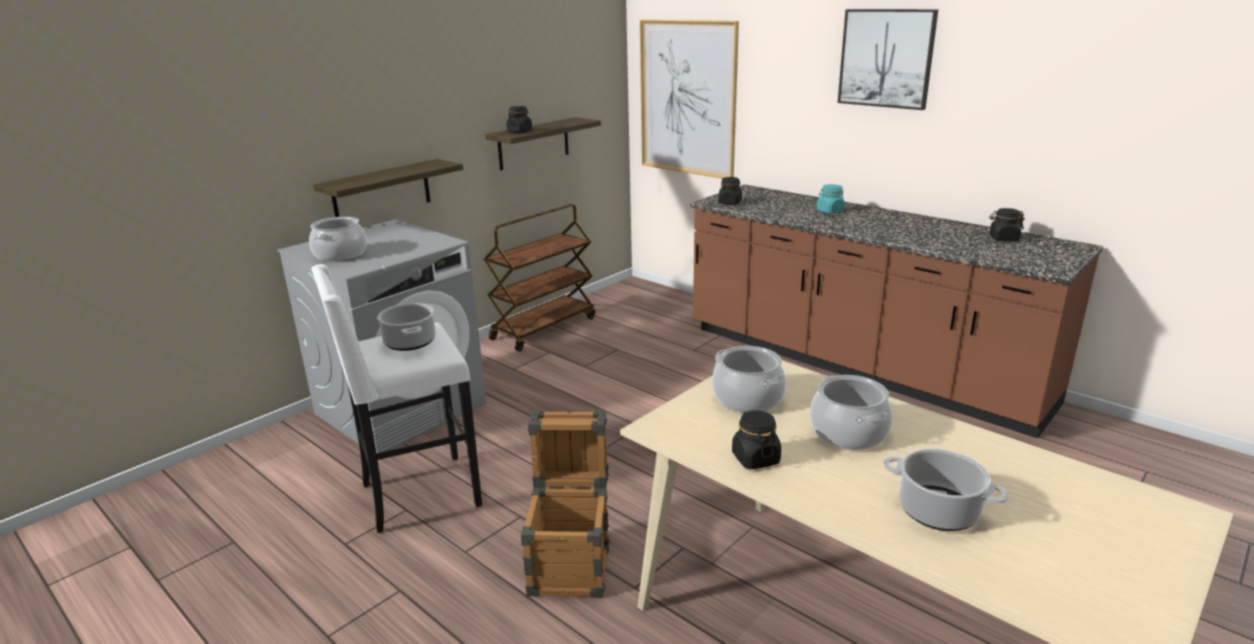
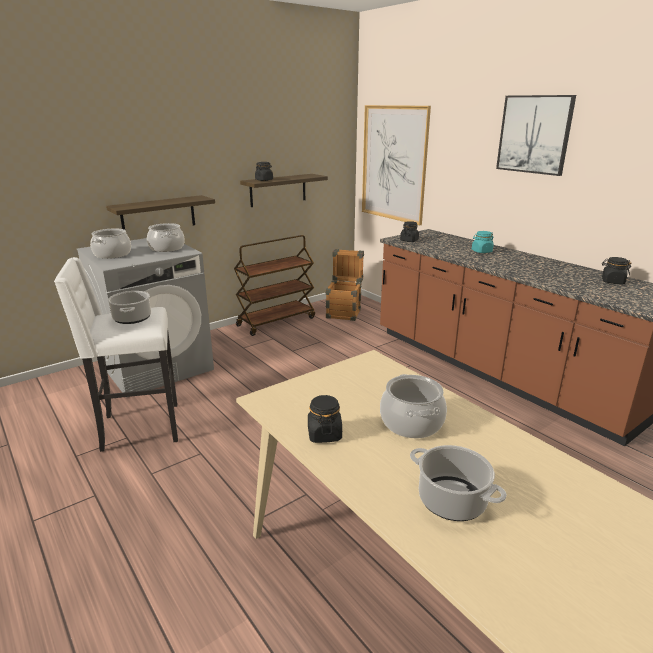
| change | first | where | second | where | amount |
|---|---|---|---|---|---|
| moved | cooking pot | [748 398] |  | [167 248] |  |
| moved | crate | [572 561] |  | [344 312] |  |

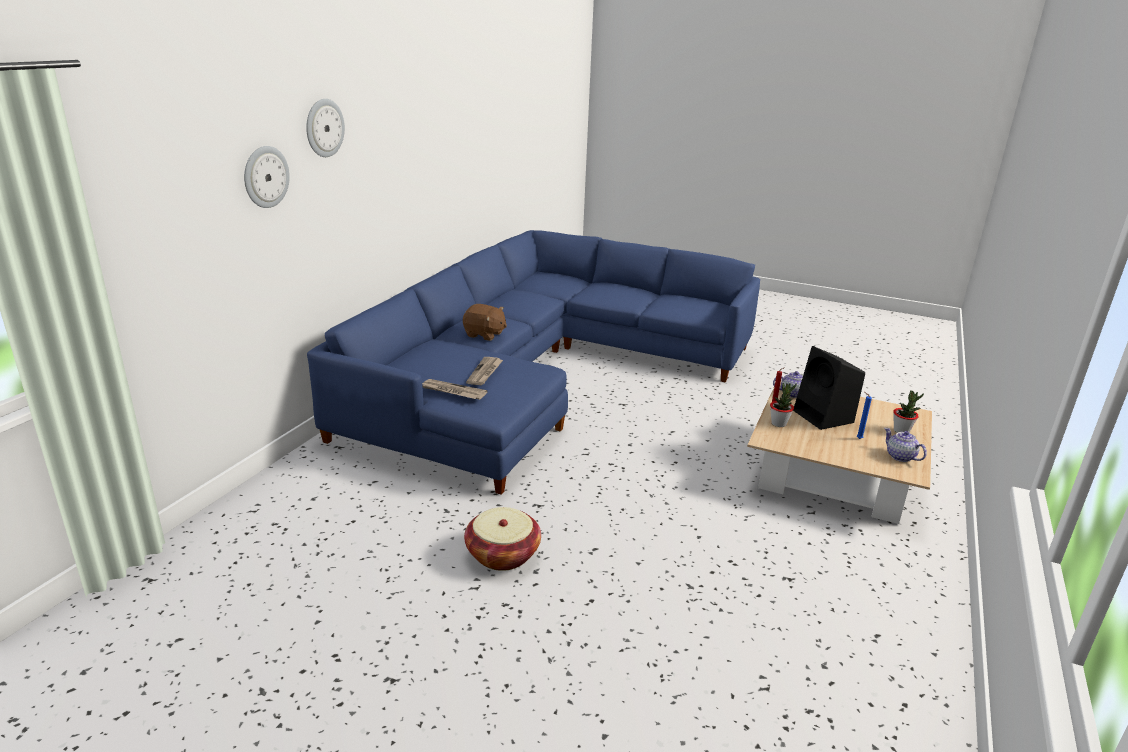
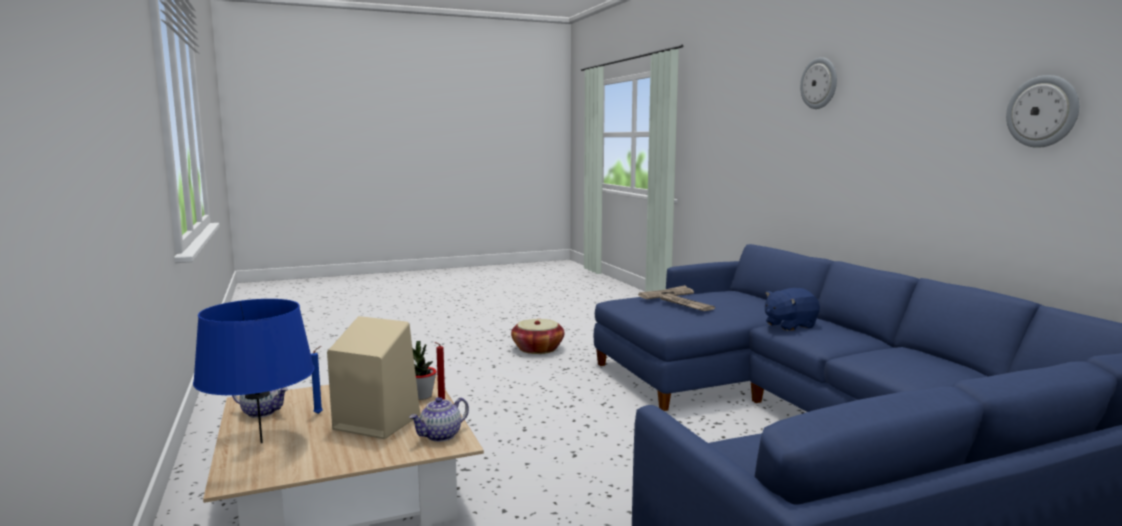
| change | first | where | second | where | amount |
|---|---|---|---|---|---|
| moved | hanging clock | [265 177] |  | [1042 111] |  |
| recoloured | brown-coloured soft toy | [484 335] | blue soft toy | [789 325] |  |
| recoloured | blackish speaker | [824 417] | beige speaker | [374 422] |  |
| replaced | houseplant | [901 431] | blue tabletop lamp | [261 443] |  |

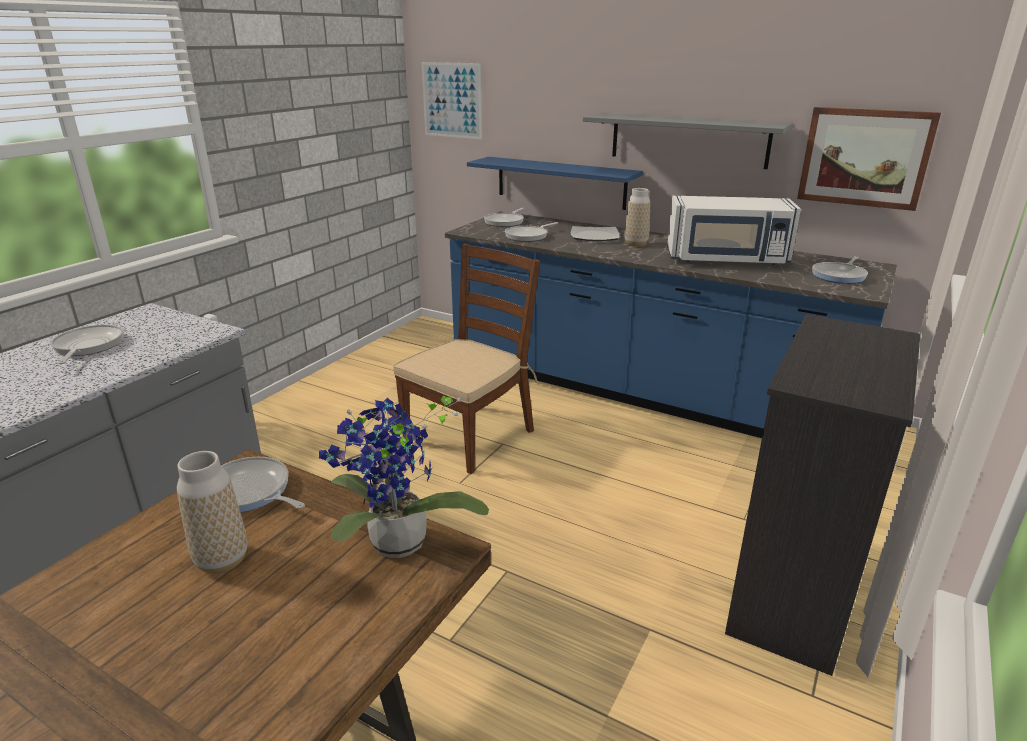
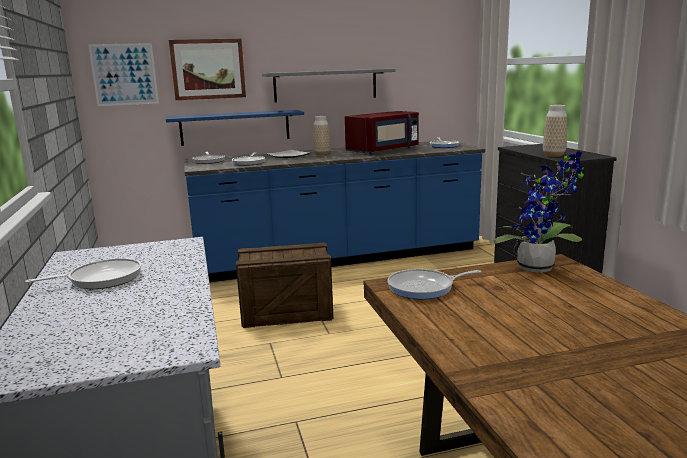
| change | first | where | second | where | amount |
|---|---|---|---|---|---|
| moved | wall art | [864 157] |  | [208 69] |  |
| recoloured | white-coloured microwave oven | [727 260] | reddish microwave oven | [384 150] |  |
| replaced | brown-coloured upright chair | [470 436] | crate | [287 312] |  |
| turned | pan | [87 347] |  | [101 279] | 120 degrees clockwise |
| moved | flower vase | [222 560] |  | [553 155] |  |

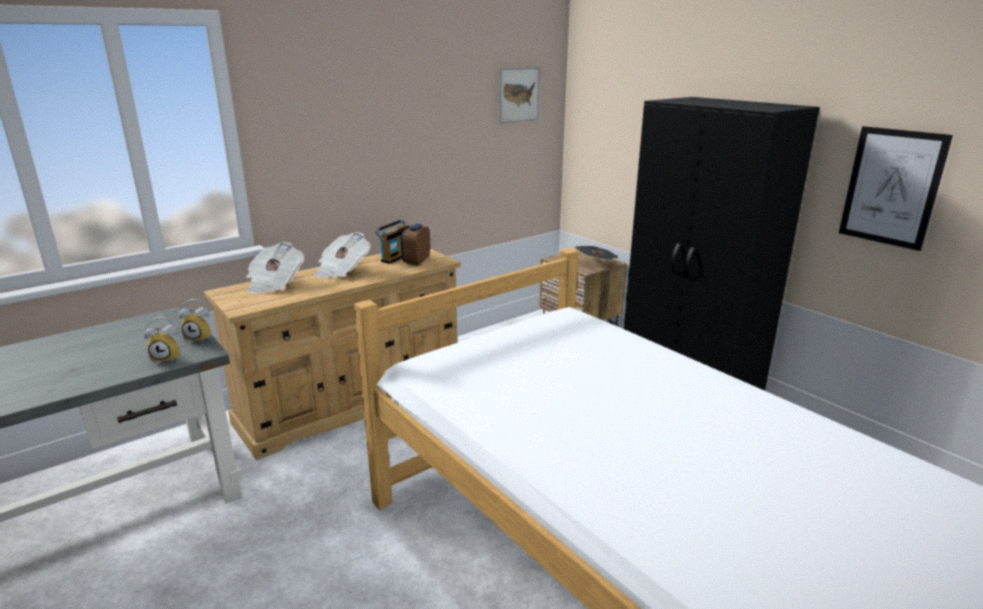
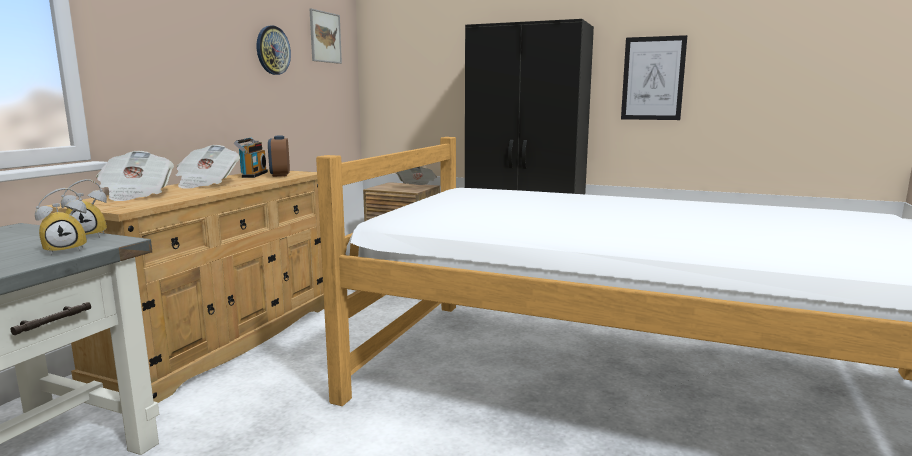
| change | first | where | second | where | amount |
|---|---|---|---|---|---|
| added |  |  | hanging clock | [272 50] |  |

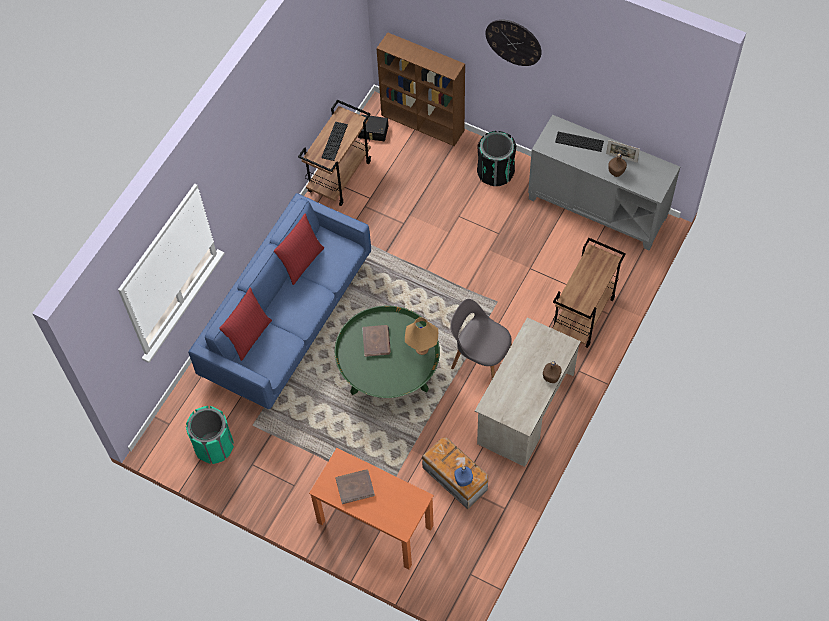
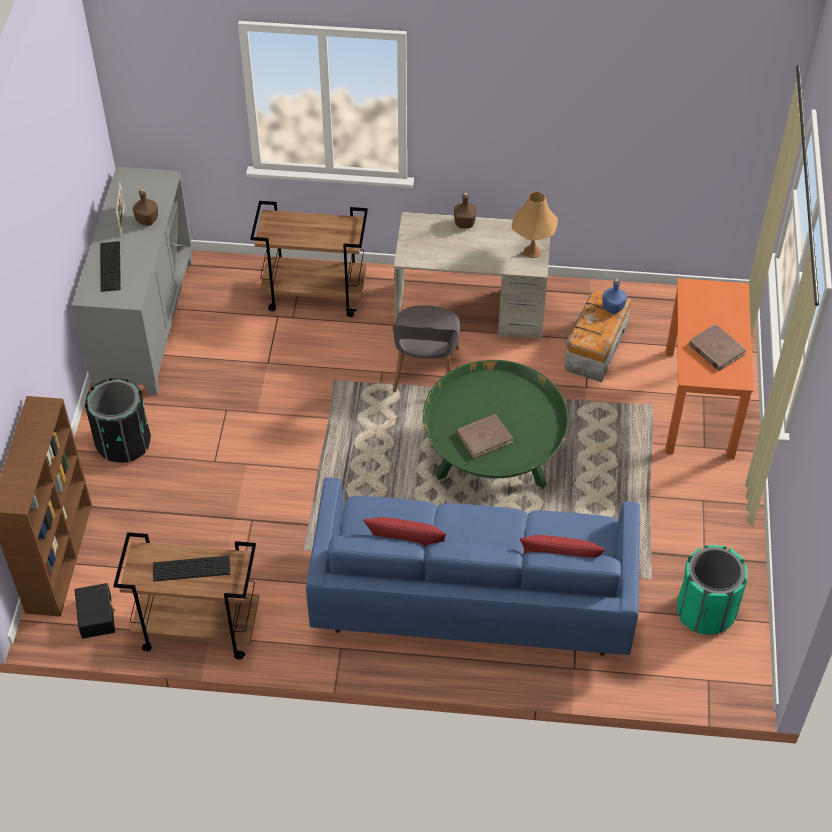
| change | first | where | second | where | amount |
|---|---|---|---|---|---|
| removed | hanging clock | [513 42] |  |  |  |
| moved | orange-coloured tabletop lamp | [422 348] |  | [532 251] |  |

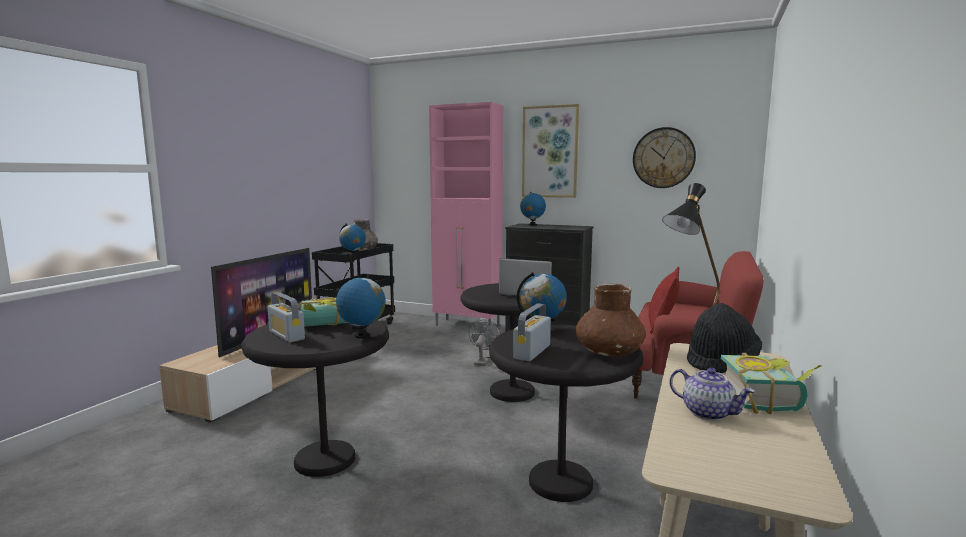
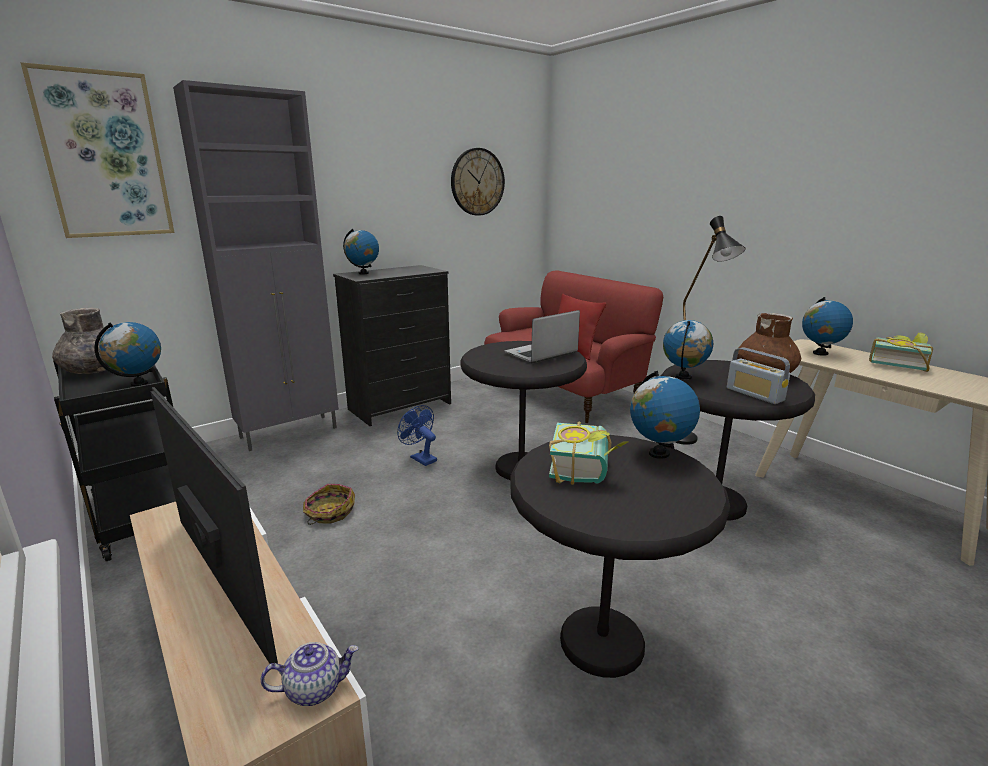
| change | first | where | second | where | amount |
|---|---|---|---|---|---|
| recoloured | pink cabinet | [468 326] | greyish cabinet | [290 432] |  |
| moved | wall art | [550 152] |  | [104 156] |  |
| removed | radio set | [286 335] |  |  |  |
| replaced | blackish wearable hat | [721 363] | world globe | [820 353] |  |
| recoloured | greyish electric fan | [483 361] | blue electric fan | [420 458] |  |
| moved | tea pot | [708 413] |  | [314 688] |  |
| added |  |  | household basket | [329 513] |  |

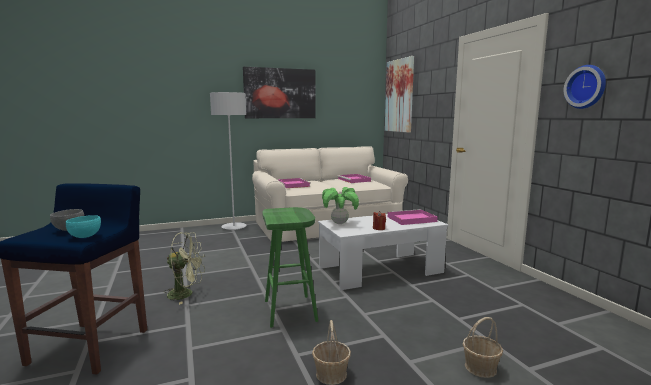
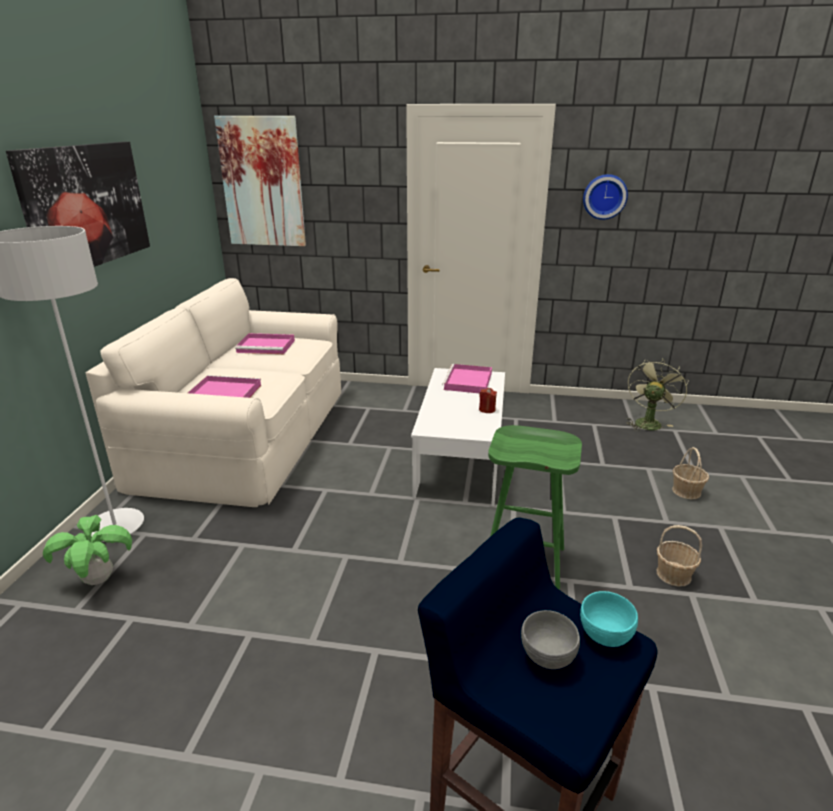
| change | first | where | second | where | amount |
|---|---|---|---|---|---|
| moved | houseplant | [339 223] |  | [99 580] |  |
| moved | green-coloured electric fan | [186 294] |  | [648 422] |  |

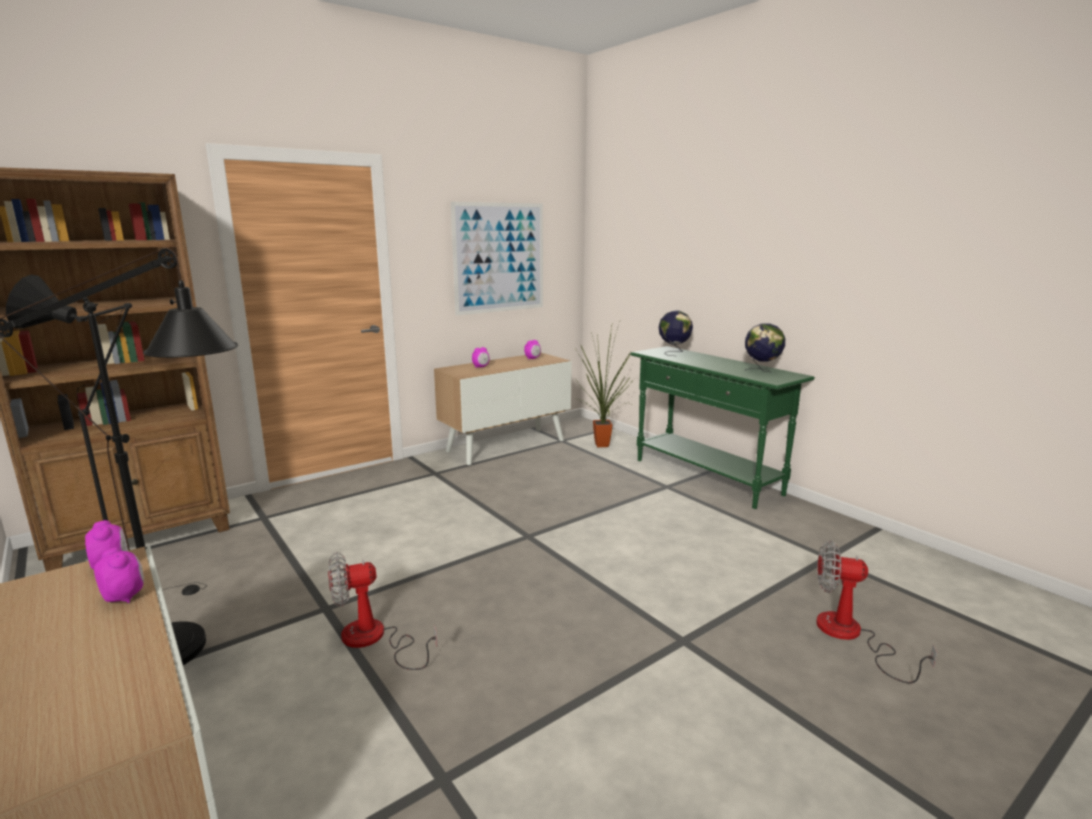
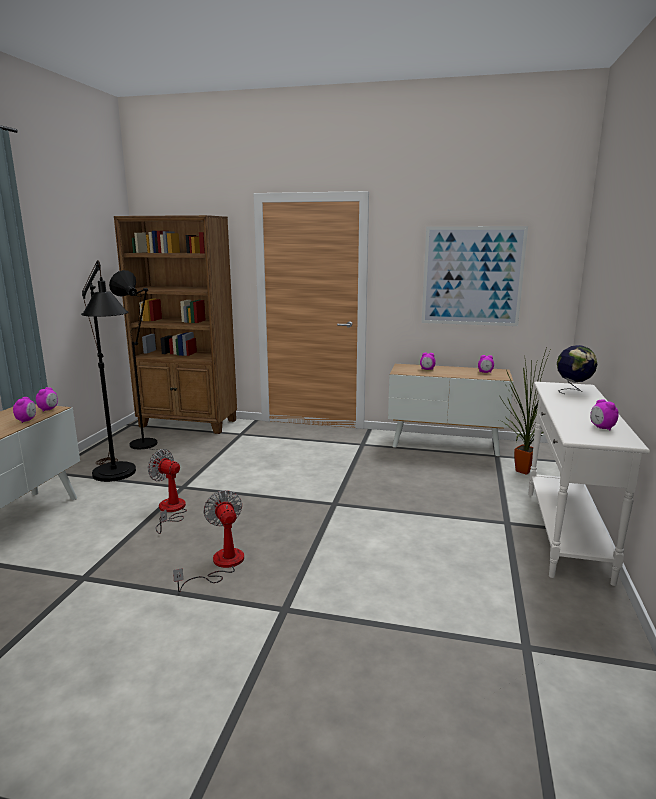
| change | first | where | second | where | amount |
|---|---|---|---|---|---|
| replaced | world globe | [762 371] | table clock | [601 428] |  |
| recoloured | green-coloured hall table | [706 477] | white-coloured hall table | [565 533] |  |
| moved | electric fan | [851 636] |  | [220 565] |  |

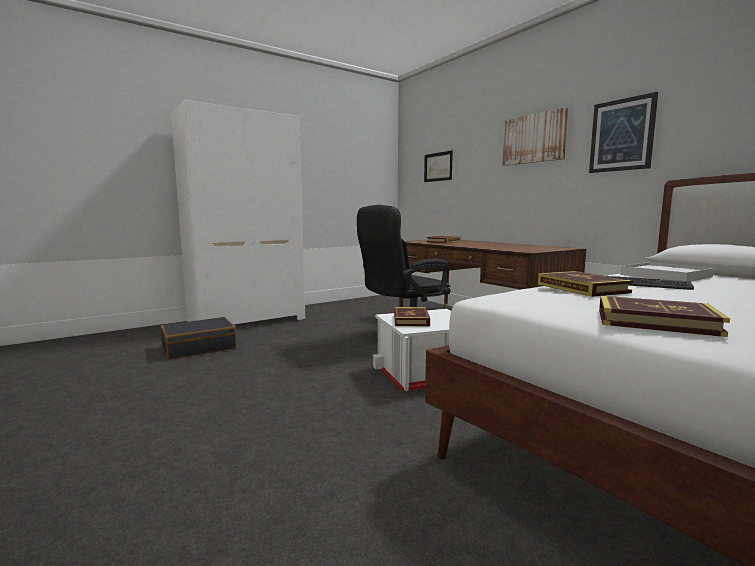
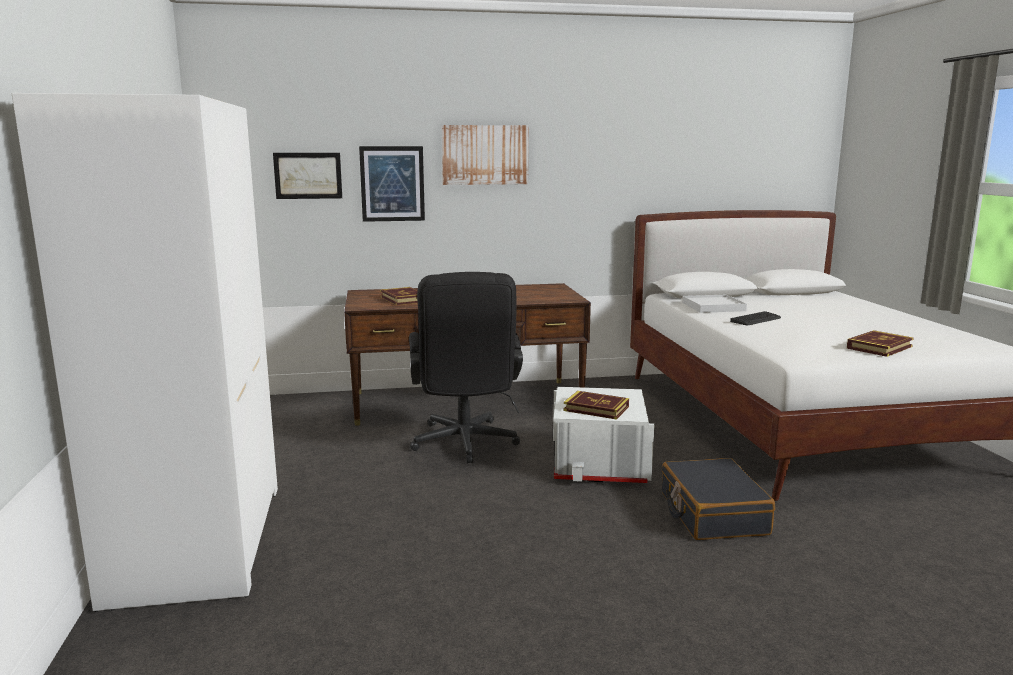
| change | first | where | second | where | amount |
|---|---|---|---|---|---|
| moved | wall art | [622 135] |  | [392 184] |  |
| removed | volume | [582 288] |  |  |  |
| moved | blackish suitcase | [199 347] |  | [712 513] |  |

